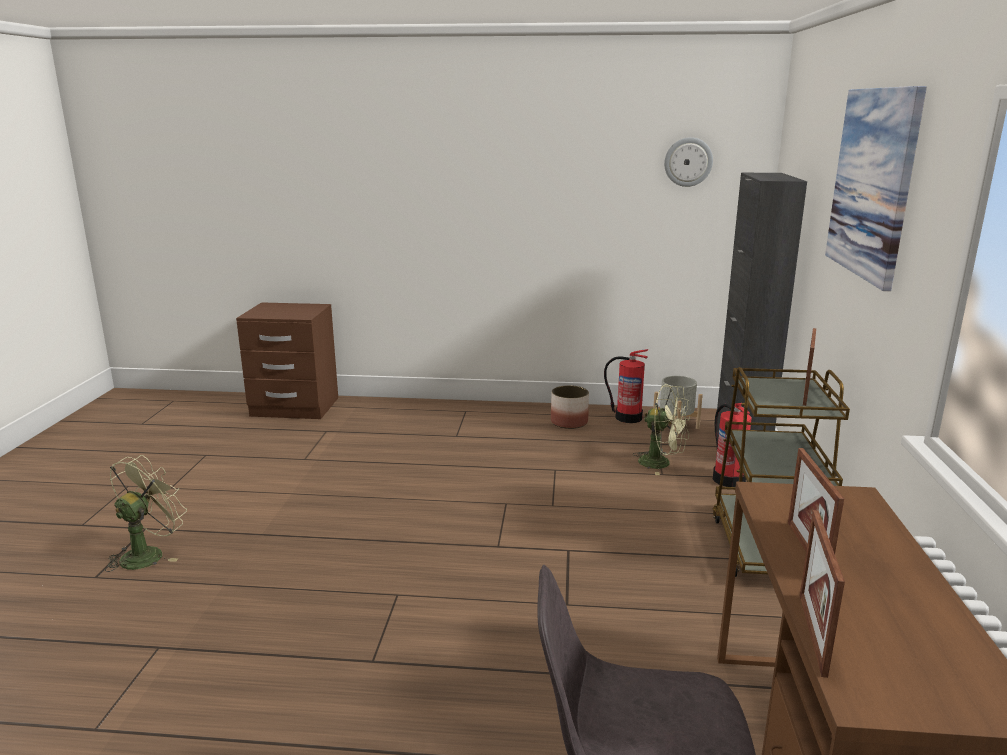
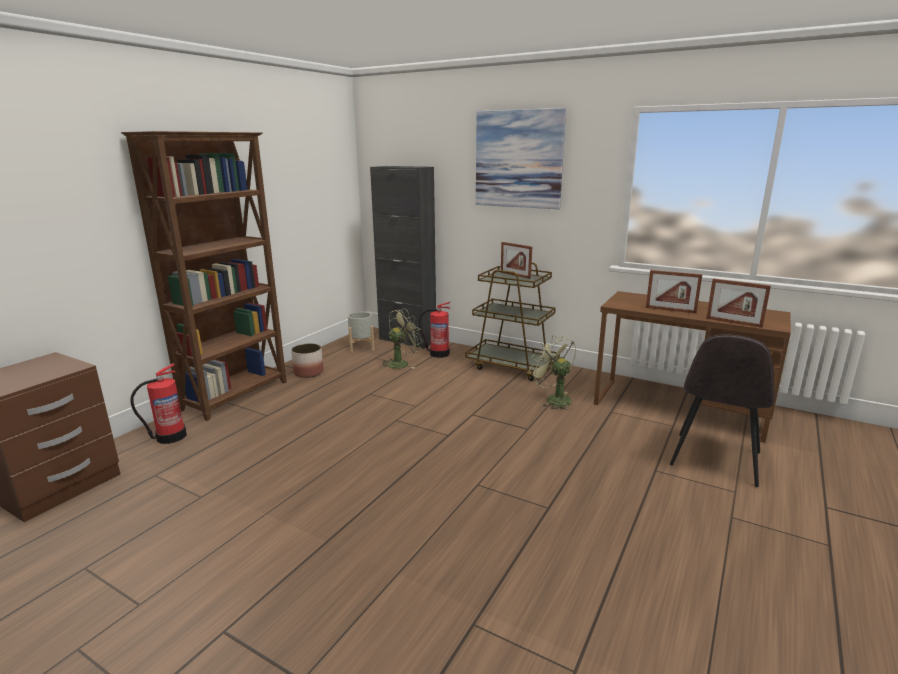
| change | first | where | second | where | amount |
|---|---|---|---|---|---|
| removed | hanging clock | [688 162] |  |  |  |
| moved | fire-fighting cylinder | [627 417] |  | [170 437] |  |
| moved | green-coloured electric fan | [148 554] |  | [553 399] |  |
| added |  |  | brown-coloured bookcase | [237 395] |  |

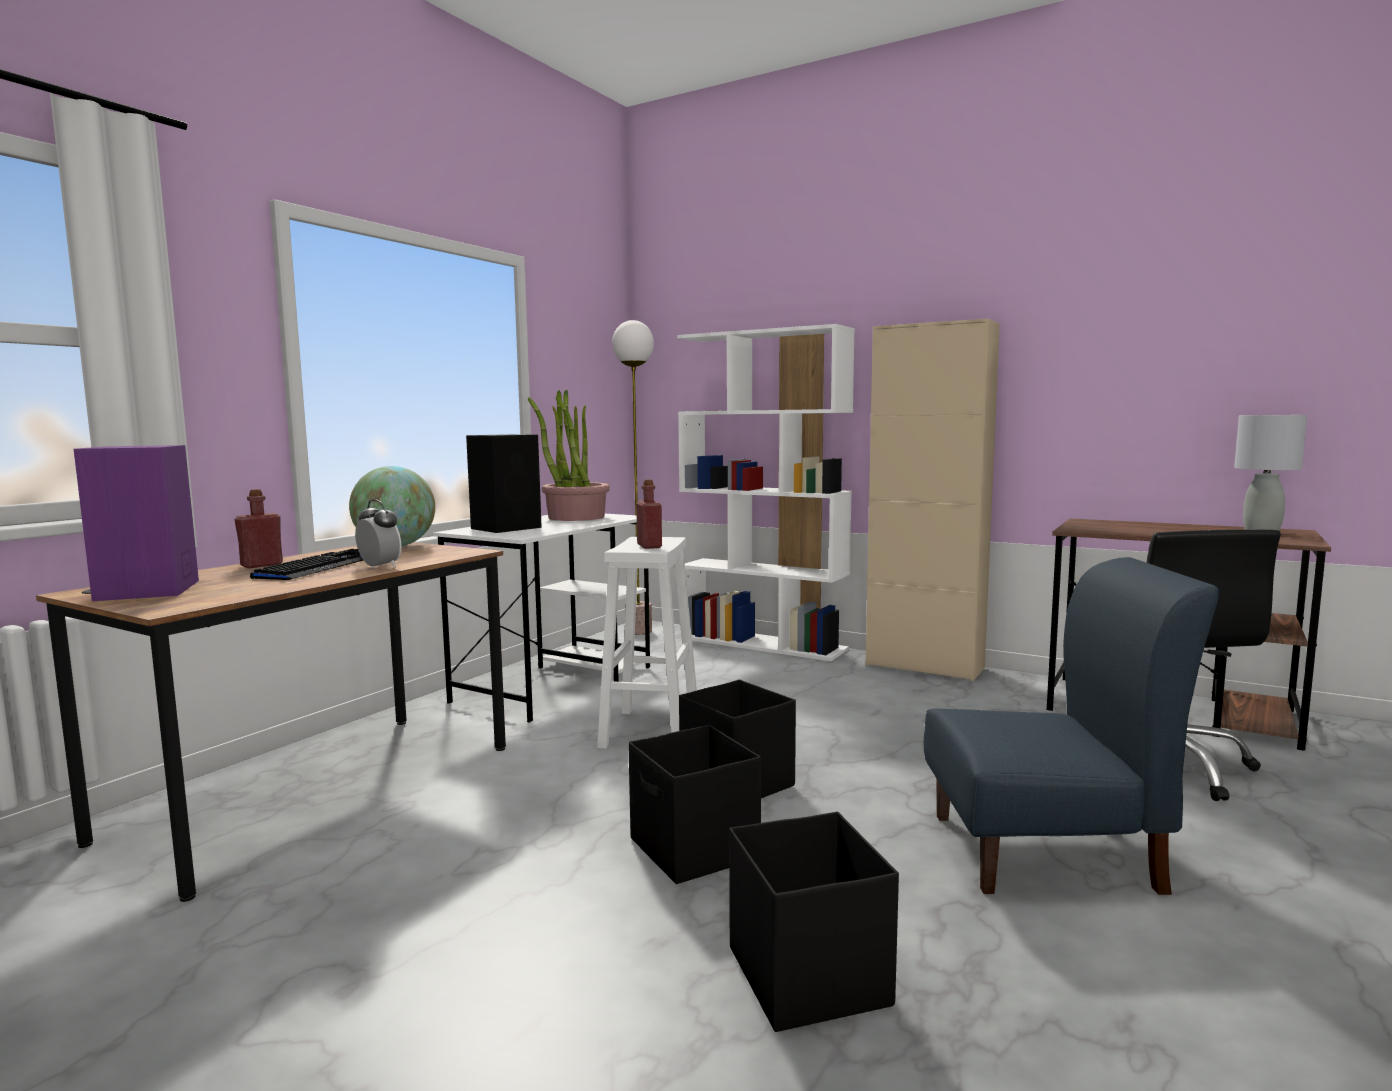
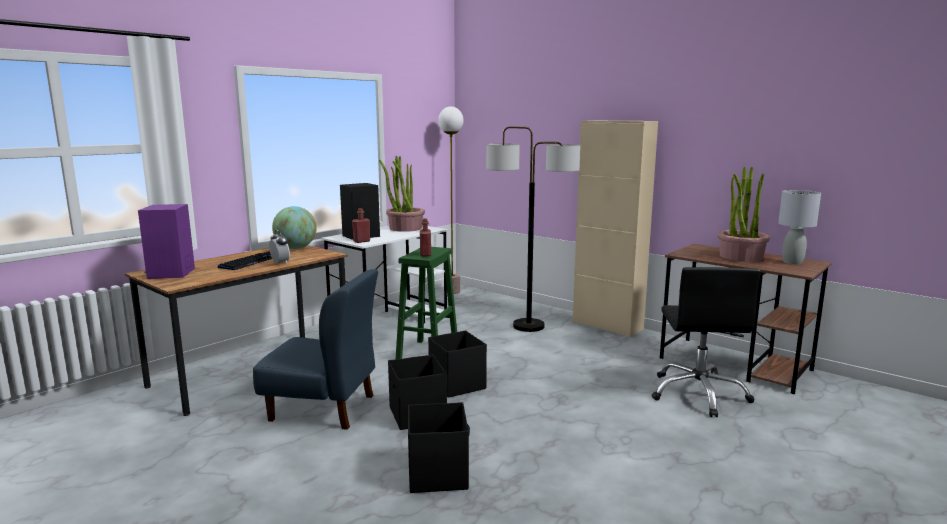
| change | first | where | second | where | amount |
|---|---|---|---|---|---|
| removed | white-coloured bookcase | [764 644] |  |  |  |
| moved | reddish beverage bottle | [261 565] |  | [361 241] |  |
| recoloured | white-coloured sitting stool | [650 731] | green-coloured sitting stool | [427 353] |  |
| moved | blue upright chair | [1045 852] |  | [323 408] |  |
| added |  |  | standing lamp | [528 326] |  |
| added |  |  | houseplant | [740 257] |  |

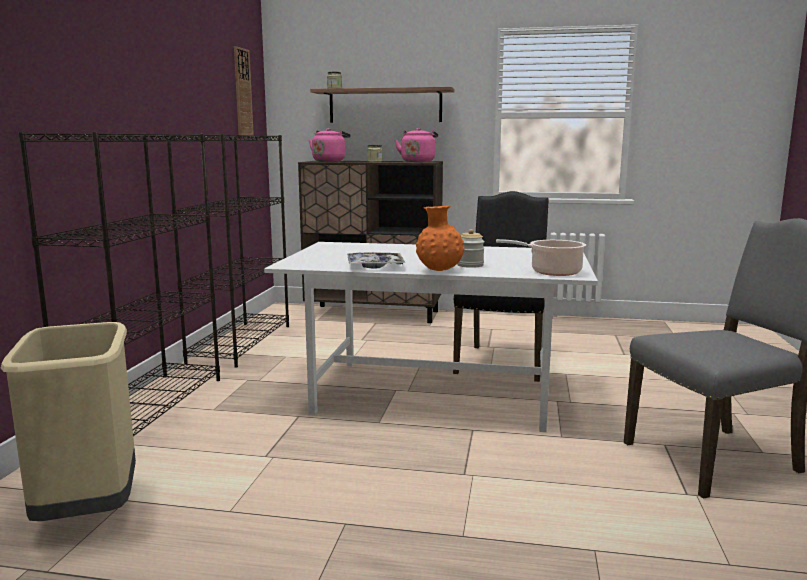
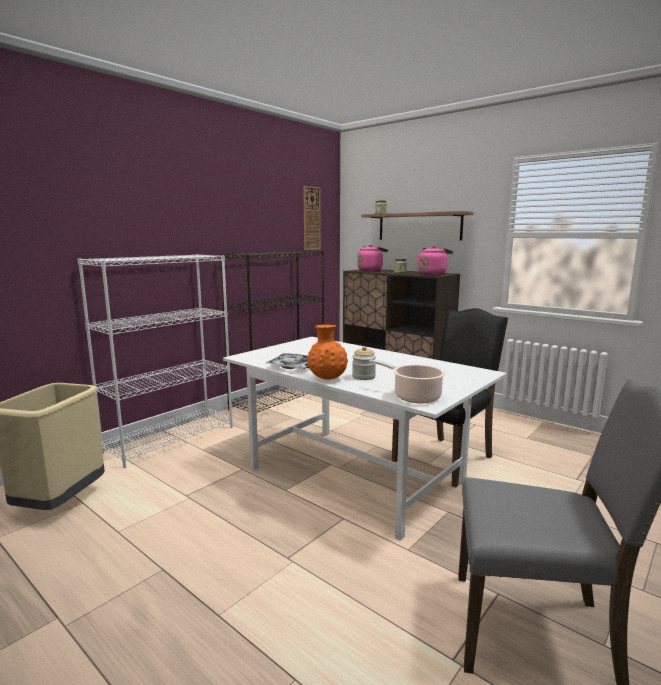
| change | first | where | second | where | amount |
|---|---|---|---|---|---|
| recoloured | blackish bookcase | [148 408] | white-coloured bookcase | [171 439] |  |

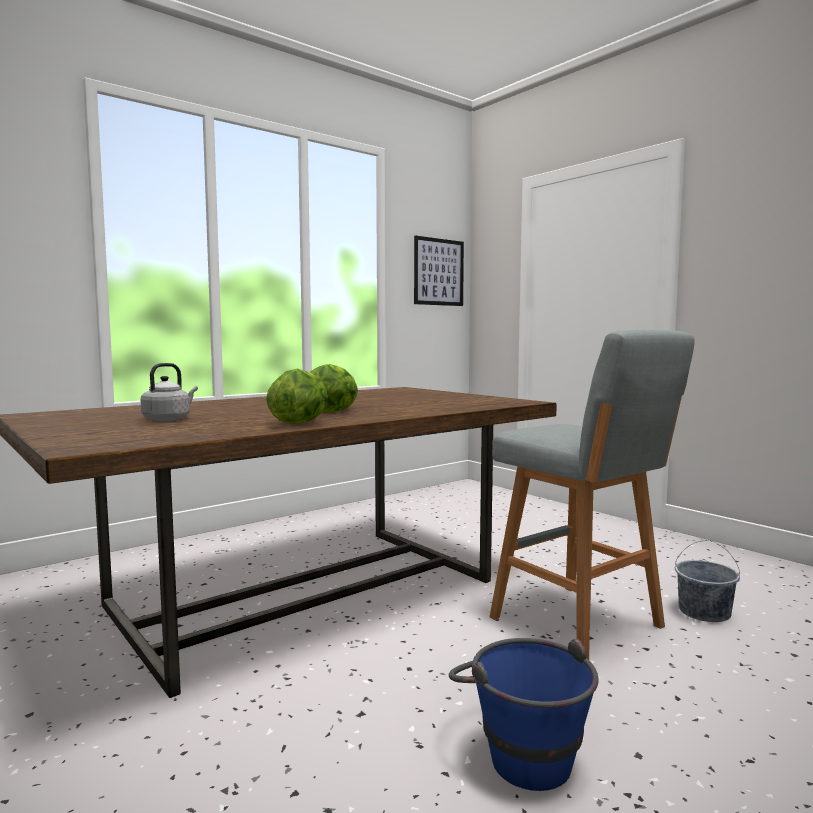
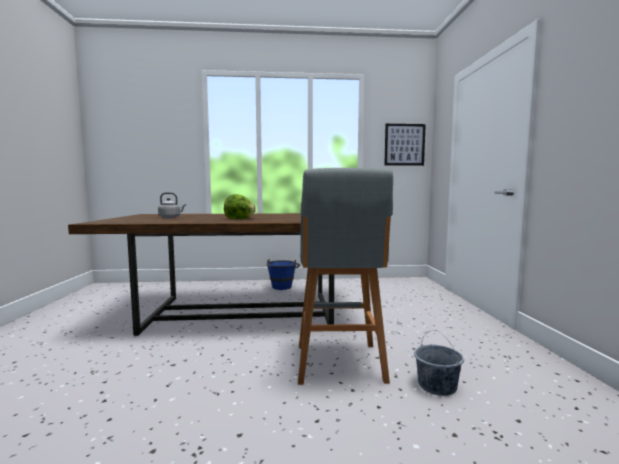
| change | first | where | second | where | amount |
|---|---|---|---|---|---|
| removed | lettuce | [300 423] |  |  |  |
| moved | blue pail | [520 751] |  | [282 286] |  |

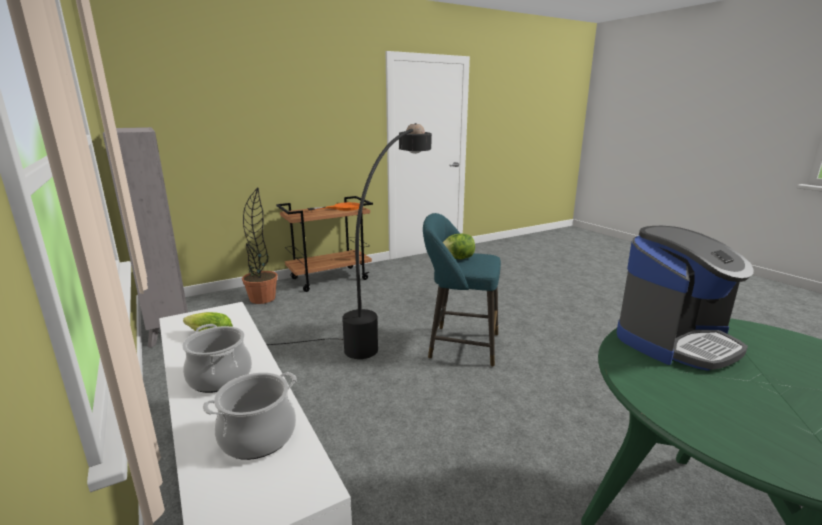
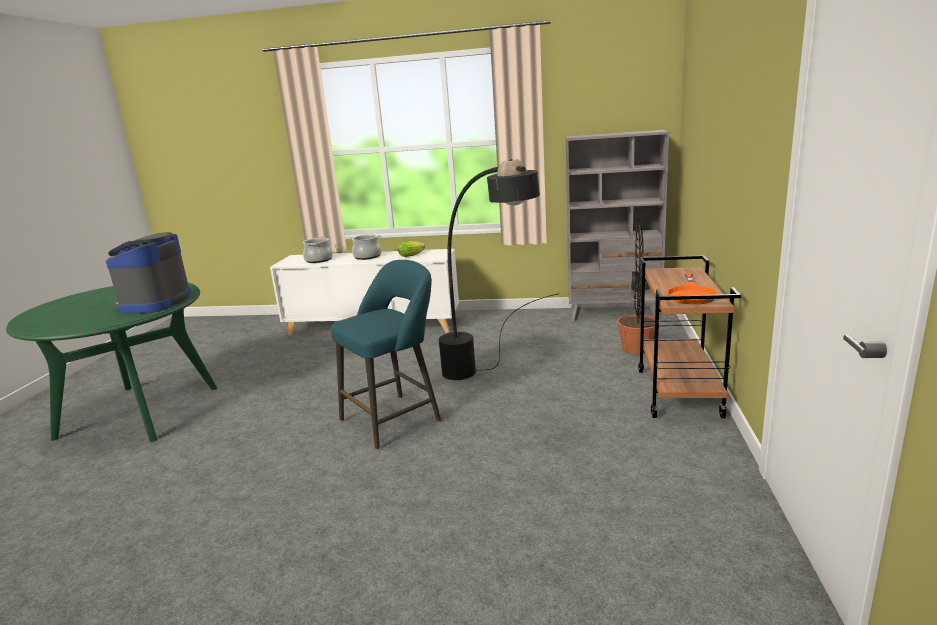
| change | first | where | second | where | amount |
|---|---|---|---|---|---|
| removed | lettuce | [457 258] |  |  |  |

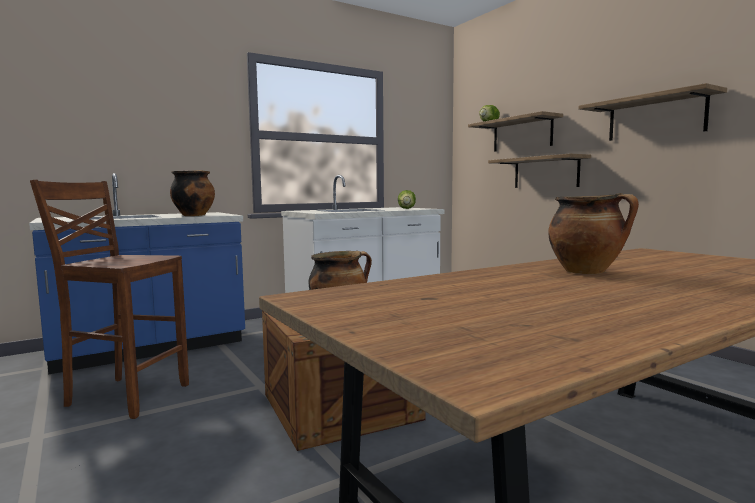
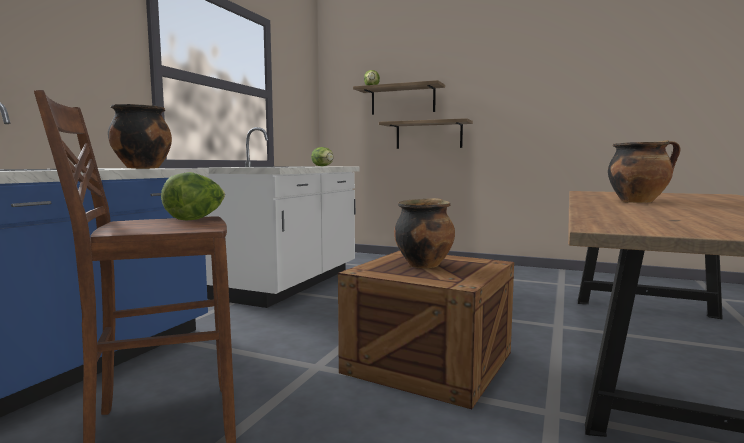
| change | first | where | second | where | amount |
|---|---|---|---|---|---|
| removed | wall shelf | [655 117] |  |  |  |
| added |  |  | lettuce | [196 219] |  |

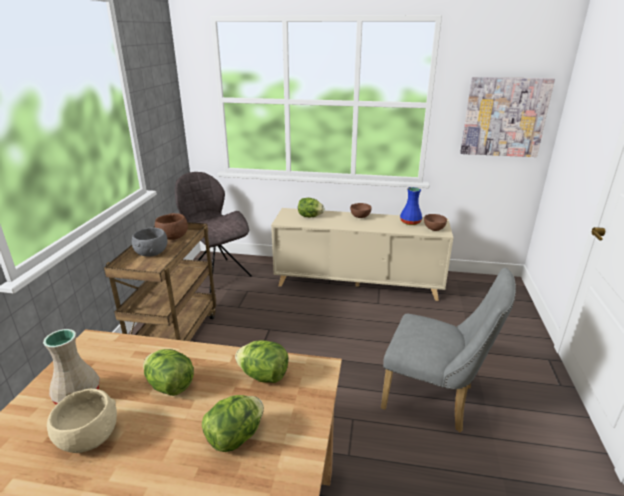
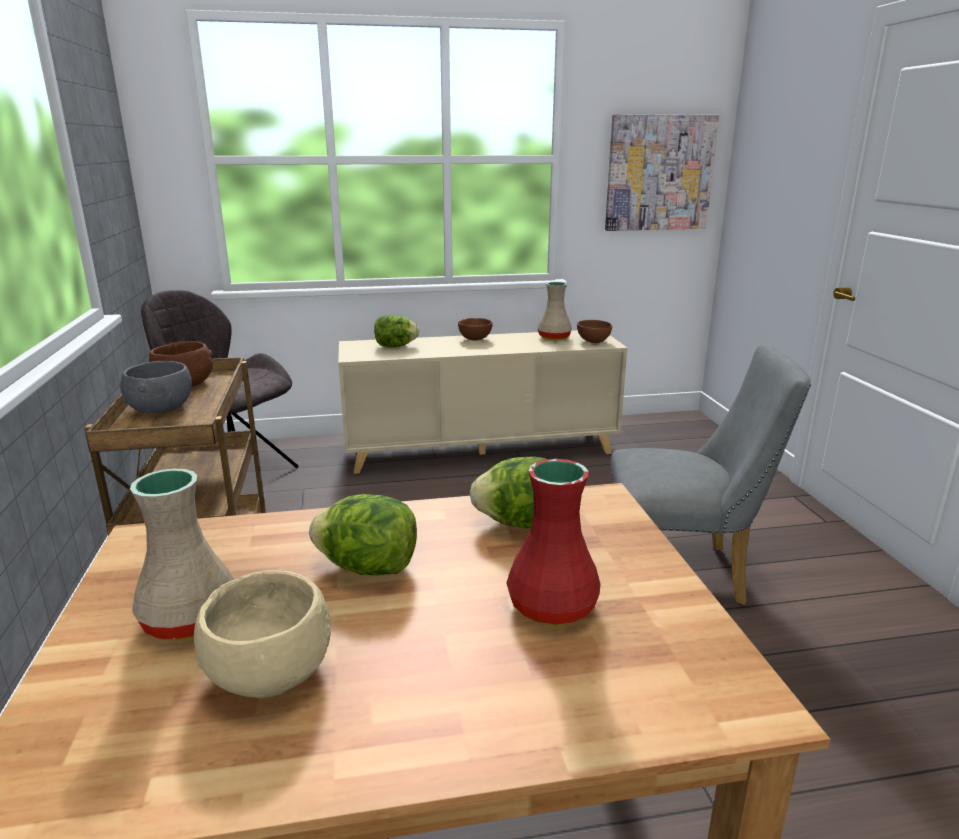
| change | first | where | second | where | amount |
|---|---|---|---|---|---|
| recoloured | blue flower vase | [410 222] | beige flower vase | [554 338] |  |
| replaced | lettuce | [235 437] | reddish flower vase | [550 607] |  |

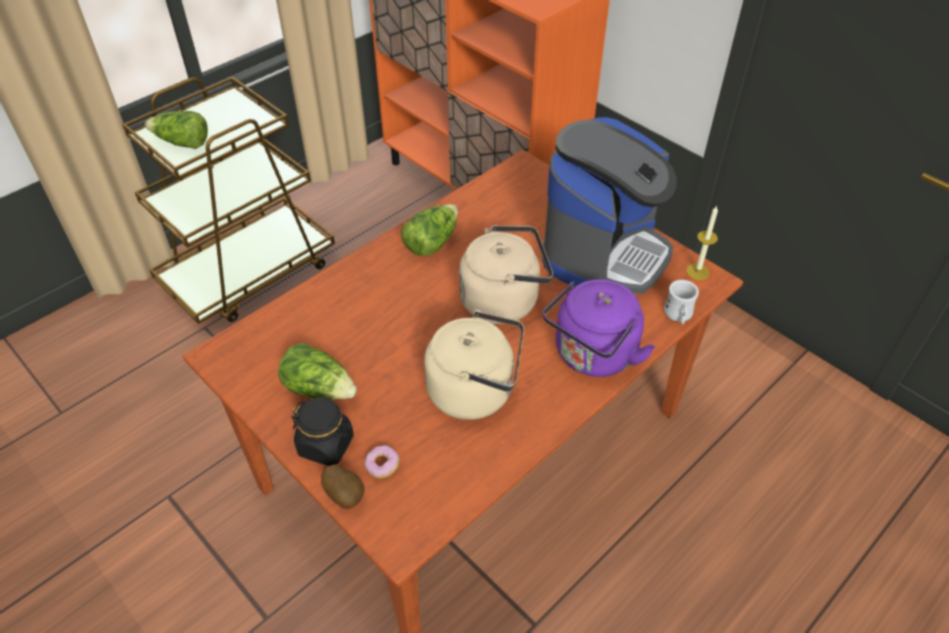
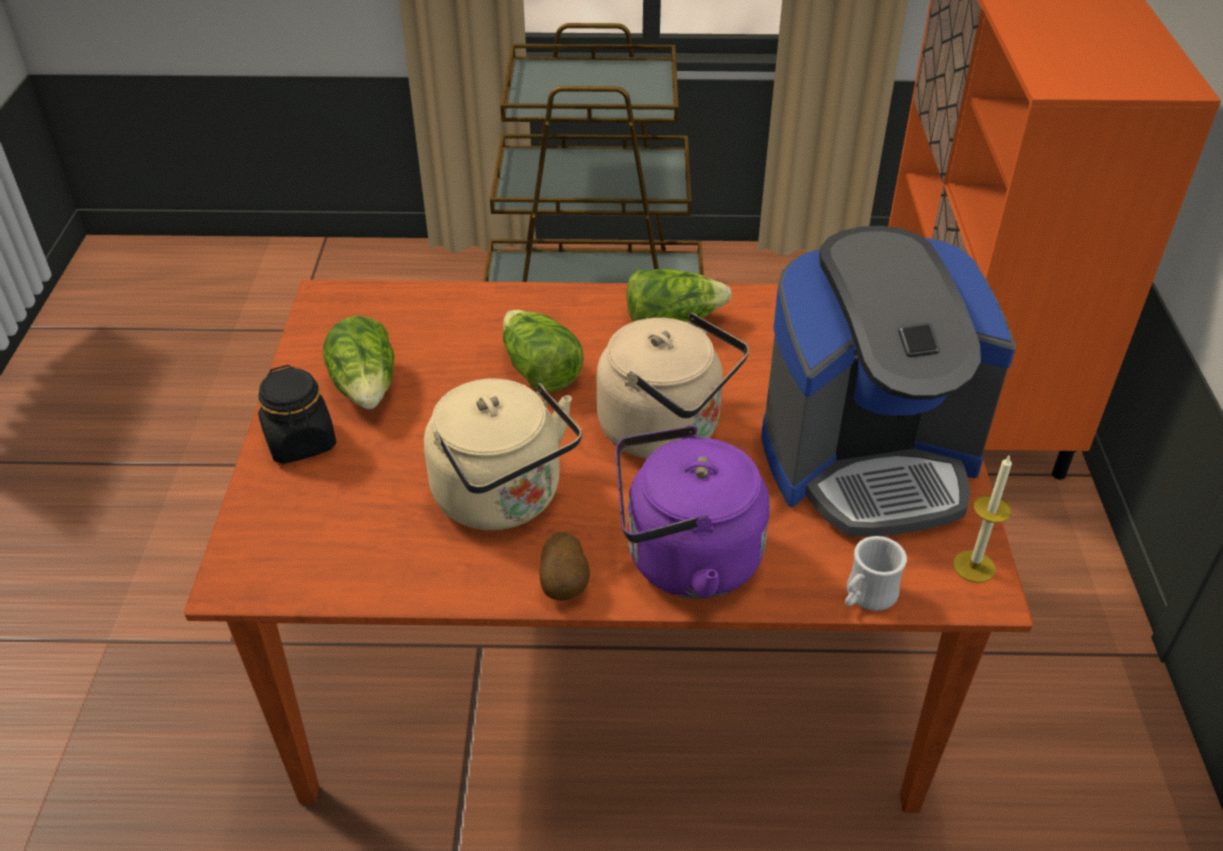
| change | first | where | second | where | amount |
|---|---|---|---|---|---|
| moved | lettuce | [182 143] |  | [539 371] |  |
| removed | doughnut | [382 466] |  |  |  |
| moved | whole potato | [346 495] |  | [565 585] |  |

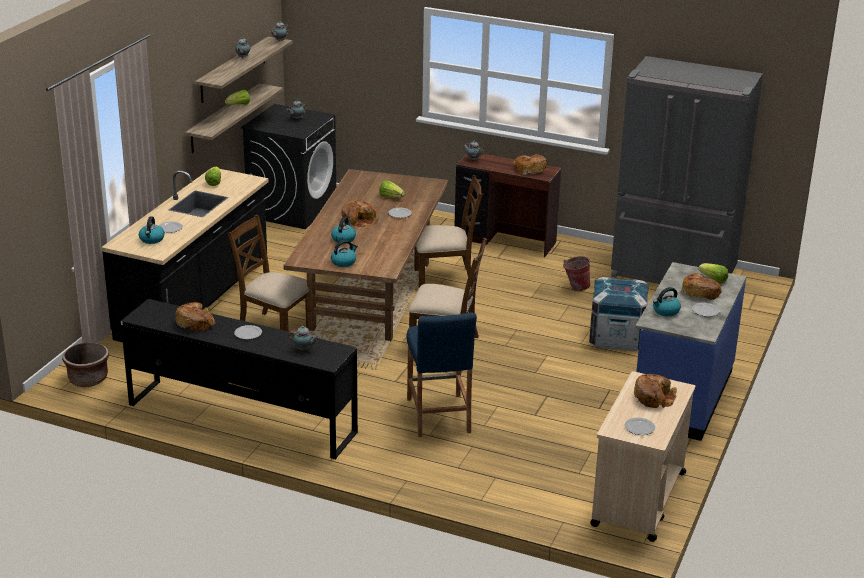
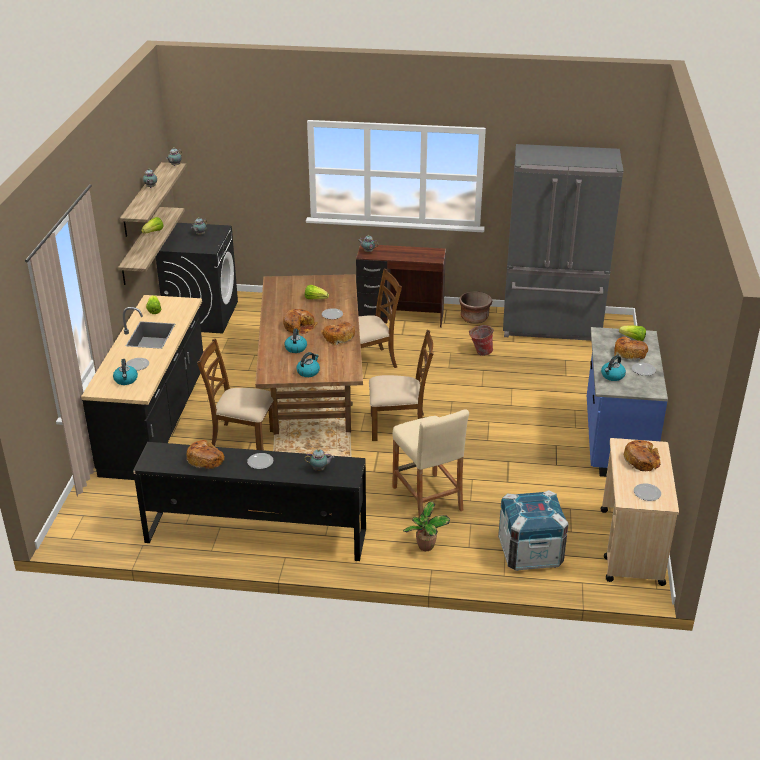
| change | first | where | second | where | amount |
|---|---|---|---|---|---|
| moved | bread | [529 169] |  | [338 337] |  |
| moved | crate | [616 338] |  | [530 552] |  |
| recoloured | blue sitting stool | [438 415] | beige sitting stool | [427 498] |  |
| moved | brown-coloured planter | [88 379] |  | [474 318] |  |
| added |  |  | houseplant | [425 547] |  |

